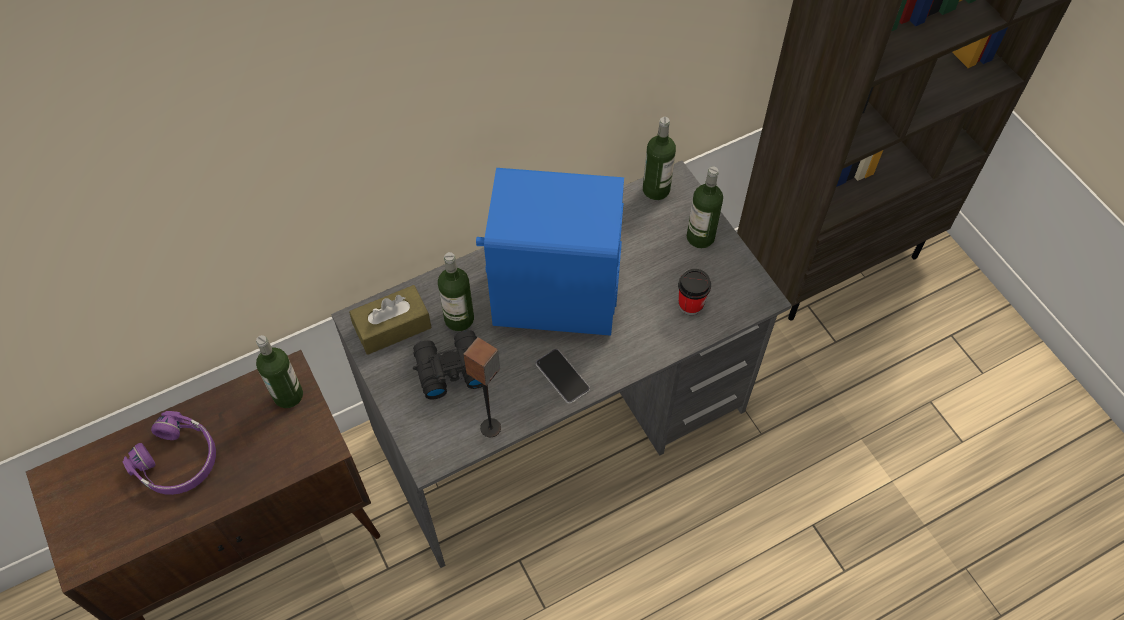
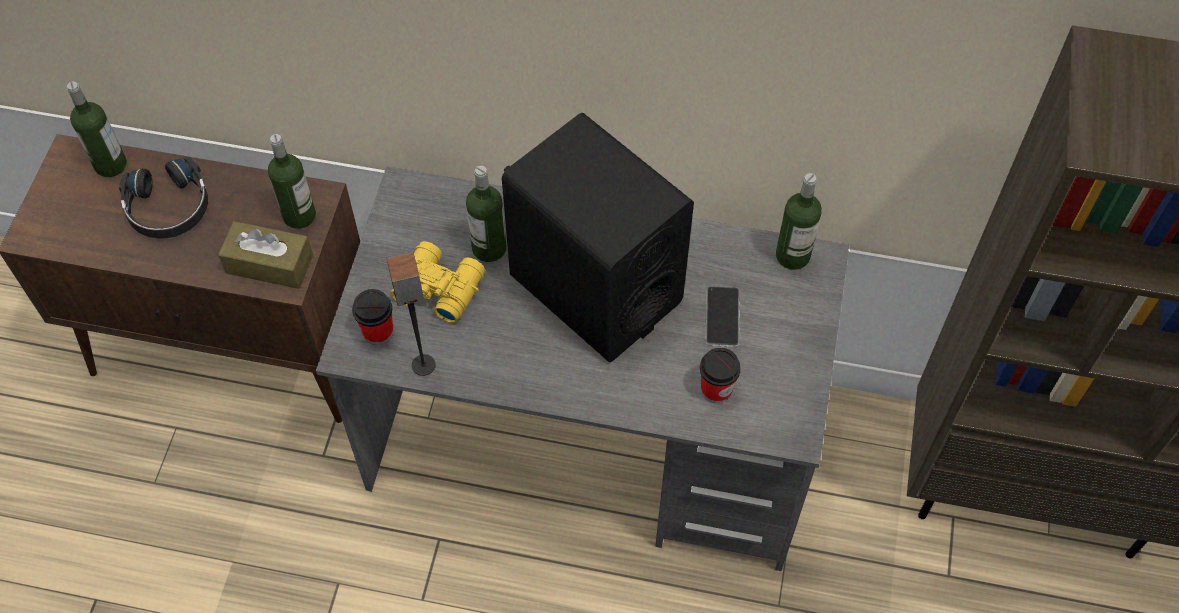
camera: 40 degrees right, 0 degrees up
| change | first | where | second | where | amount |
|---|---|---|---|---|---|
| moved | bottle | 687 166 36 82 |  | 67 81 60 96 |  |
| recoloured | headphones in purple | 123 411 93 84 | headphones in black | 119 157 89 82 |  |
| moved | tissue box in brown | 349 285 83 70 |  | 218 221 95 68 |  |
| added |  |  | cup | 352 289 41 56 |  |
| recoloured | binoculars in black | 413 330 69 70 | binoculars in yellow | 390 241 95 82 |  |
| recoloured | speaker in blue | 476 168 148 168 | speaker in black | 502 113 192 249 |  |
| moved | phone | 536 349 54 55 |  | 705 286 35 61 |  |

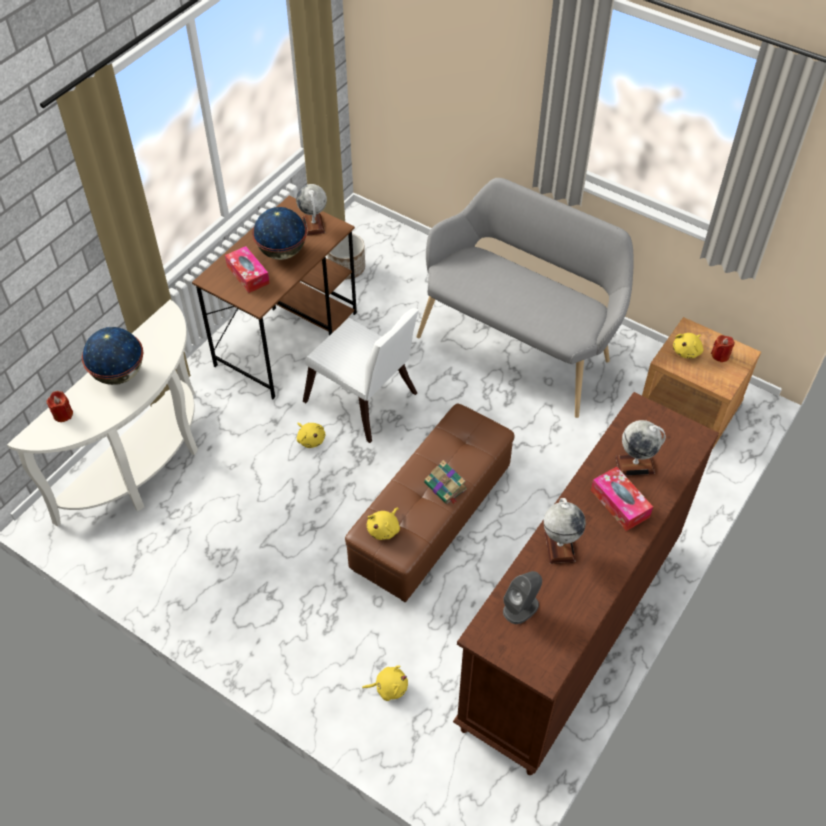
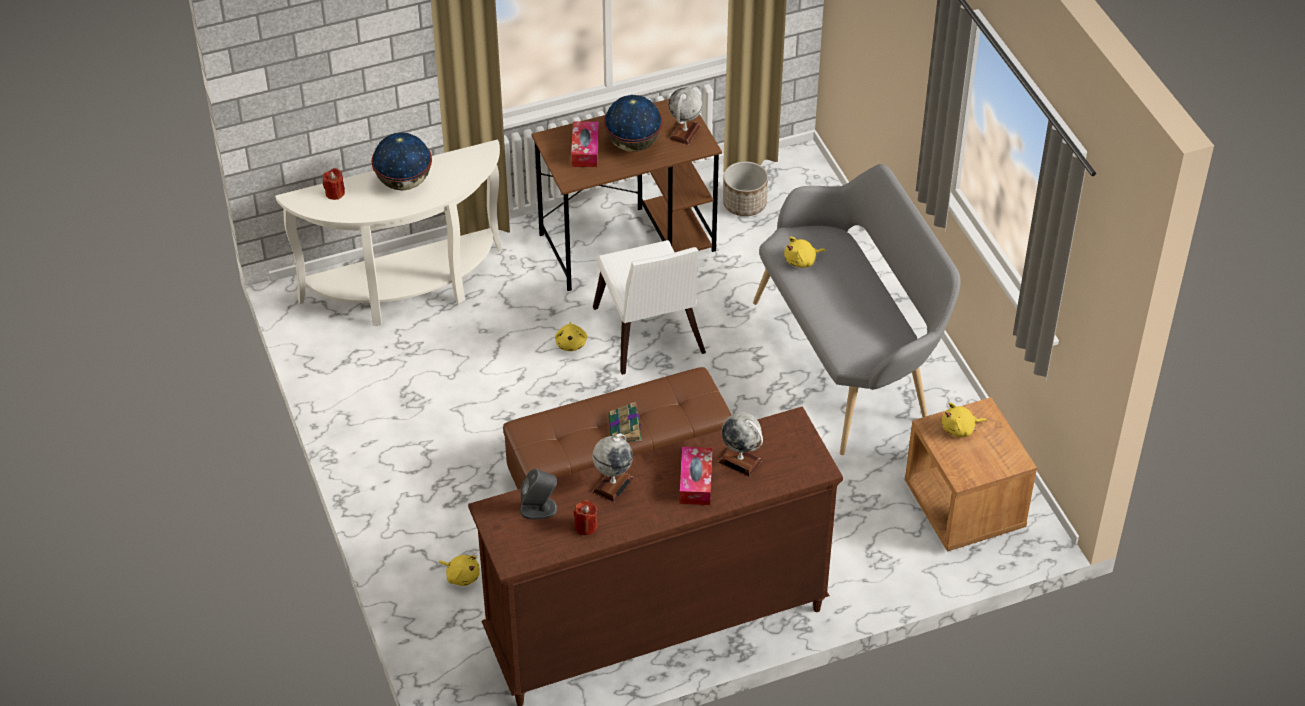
camera: 35 degrees right, 5 degrees down
| change | first | where | second | where | amount |
|---|---|---|---|---|---|
| moved | candle in red | 711 335 24 27 |  | 574 500 23 35 |  |
| moved | plush toy in yellow | 367 508 33 32 |  | 784 236 42 32 |  |

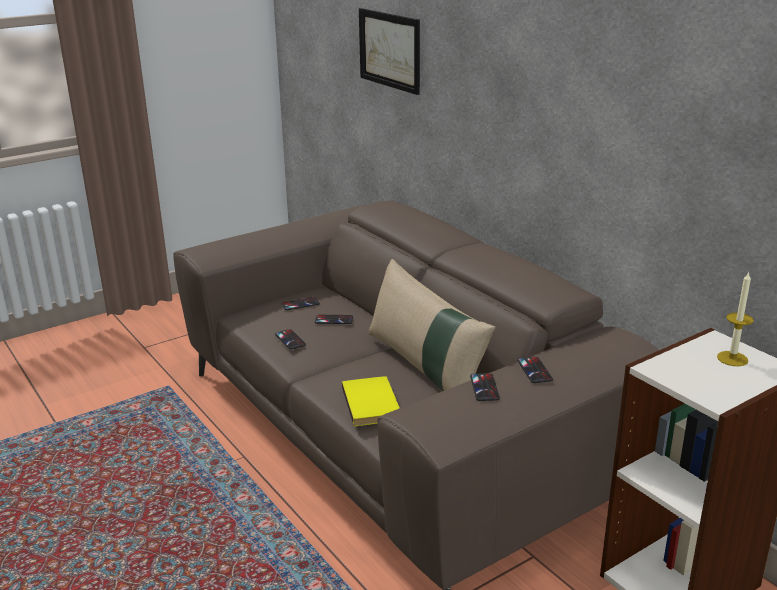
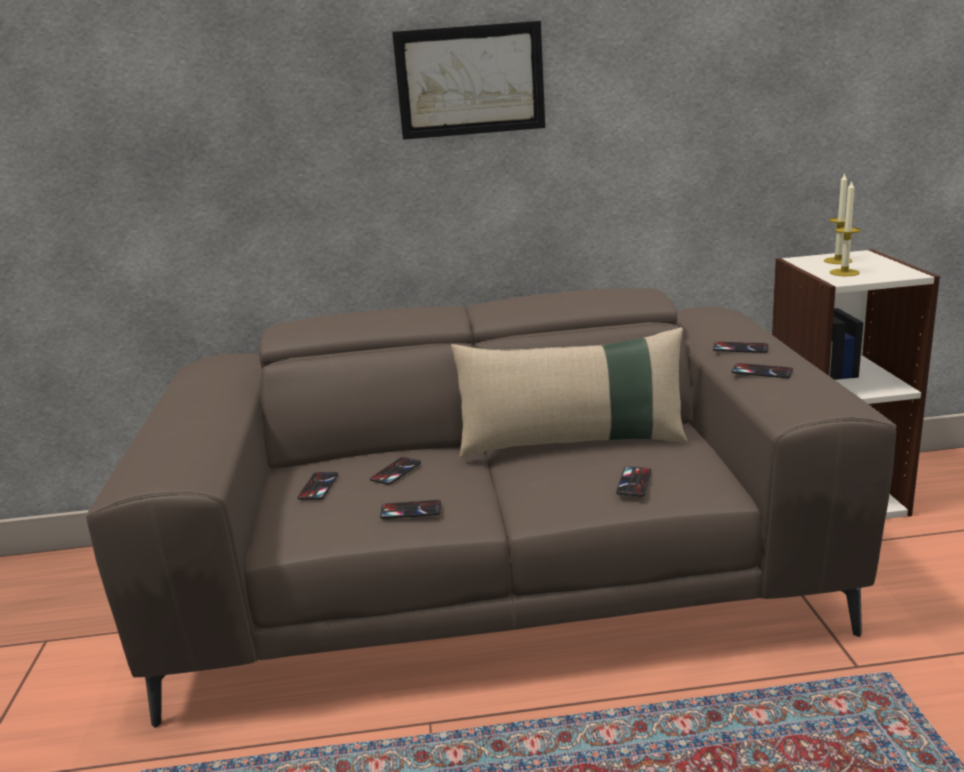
camera: 60 degrees left, 5 degrees down
| change | first | where | second | where | amount |
|---|---|---|---|---|---|
| moved | picture | 359 8 61 87 |  | 392 21 153 119 |  |
| replaced | book in yellow | 342 376 58 50 | phone | 616 467 35 29 |  |
| added |  |  | candle | 829 180 32 96 |  |

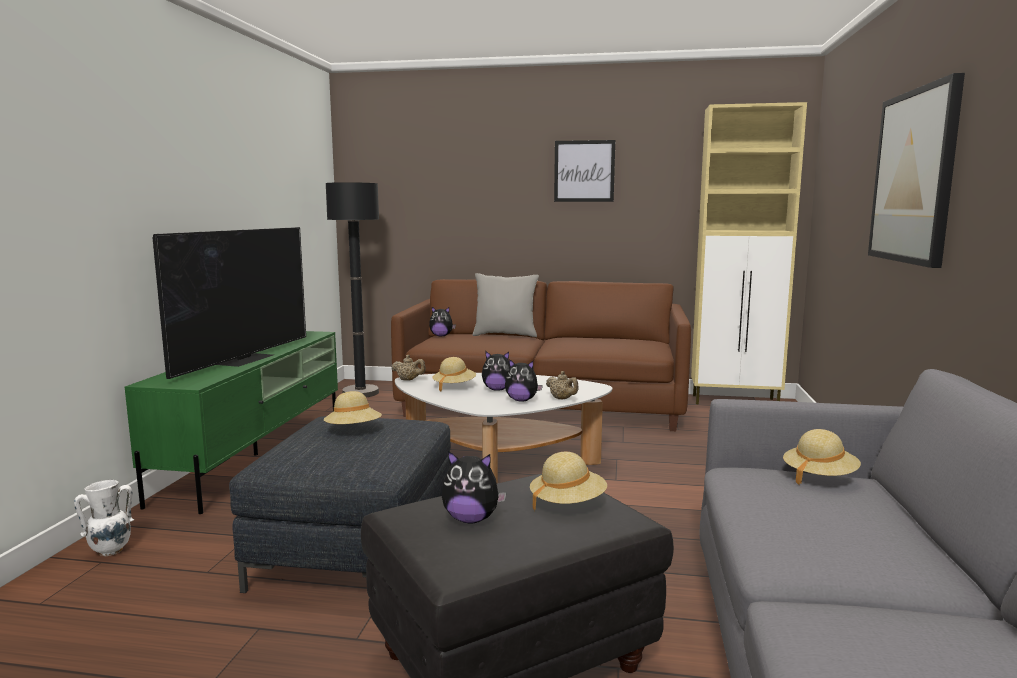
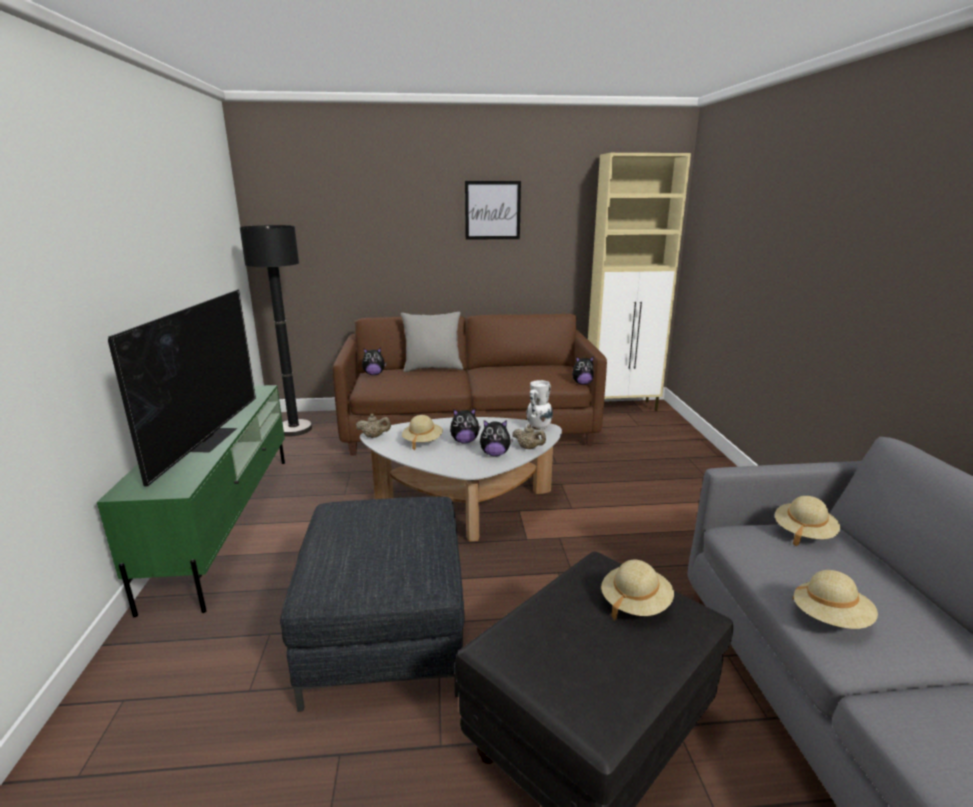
camera: 15 degrees left, 10 degrees up
| change | first | where | second | where | amount |
|---|---|---|---|---|---|
| moved | vase in white | 74 480 60 76 |  | 526 380 27 50 |  |
| moved | plush toy | 442 451 65 72 |  | 572 356 22 29 |  |
| moved | hat in beige | 324 391 58 33 |  | 792 570 86 59 |  |
| removed | picture | 868 73 97 195 |  |  |  |

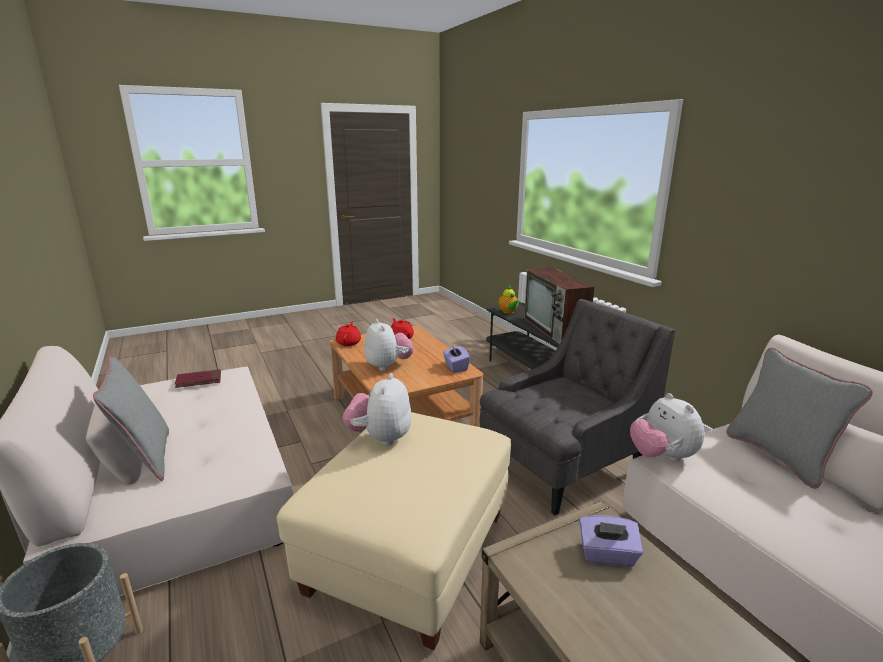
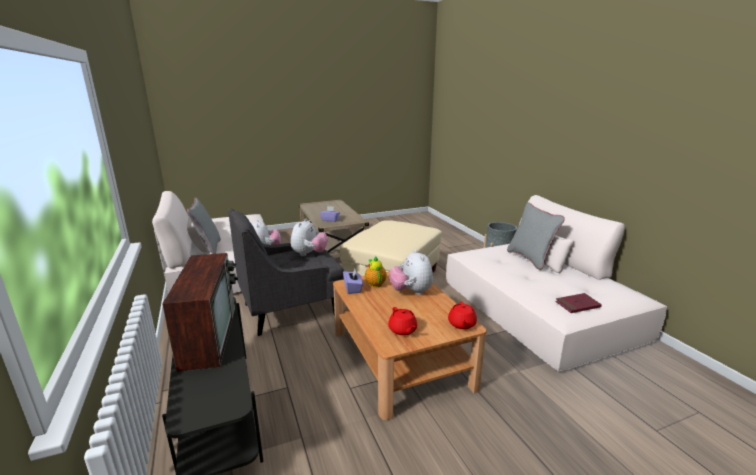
camera: 175 degrees left, 0 degrees up
| change | first | where | second | where | amount |
|---|---|---|---|---|---|
| moved | plush toy | 343 373 69 73 |  | 291 218 37 38 |  |
| moved | teapot | 499 285 21 29 |  | 365 256 22 31 |  |

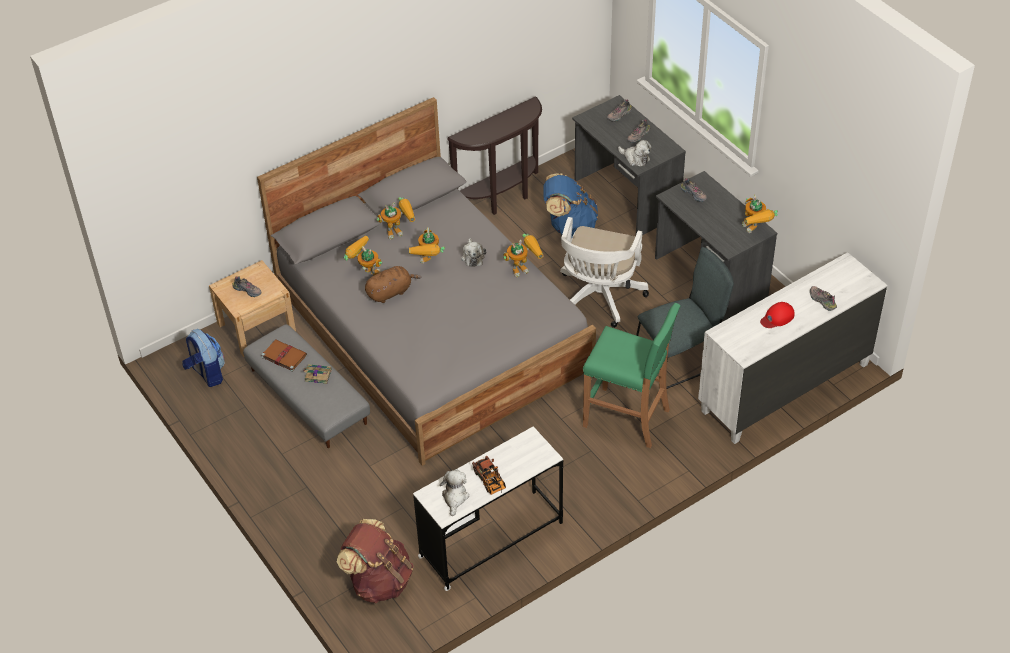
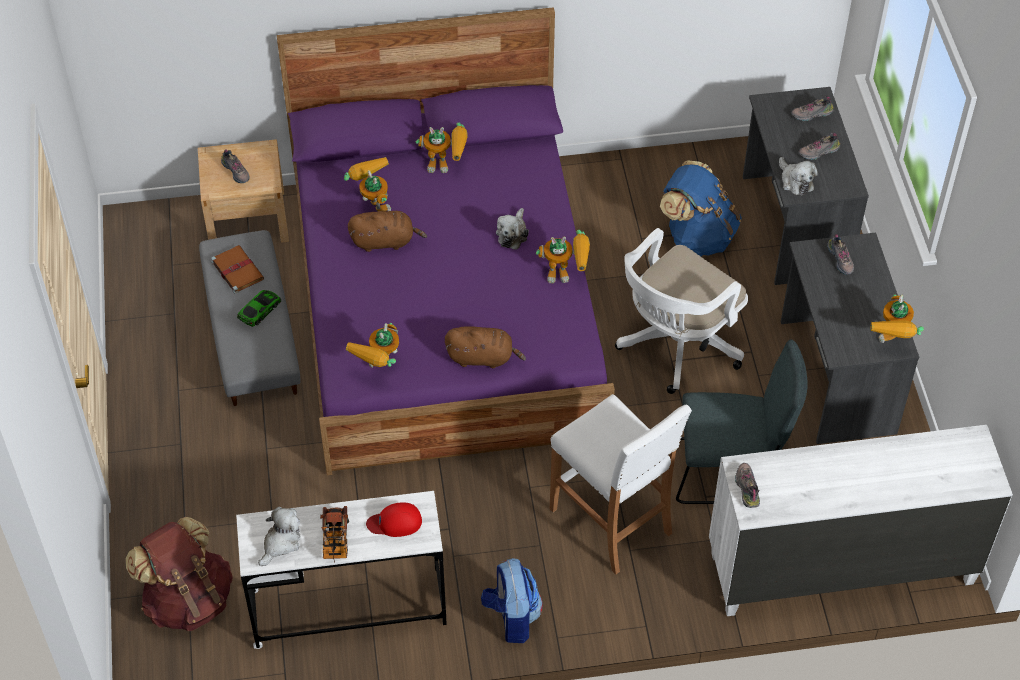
camera: 25 degrees right, 5 degrees up
| change | first | where | second | where | amount |
|---|---|---|---|---|---|
| replaced | book | 303 364 29 20 | toy car | 237 290 44 37 |  |
| recoloured | bed in grey | 257 97 339 369 | bed in purple | 277 7 338 468 |  |
| moved | toy robot | 409 227 36 37 |  | 346 323 53 45 |  |
| moved | cap in red | 760 302 35 26 |  | 366 502 56 35 |  |
| added |  |  | plush toy in brown | 445 326 81 42 |  |
| moved | backpack | 182 329 43 58 |  | 481 558 62 85 |  |
| recoloured | stool in green | 583 303 98 145 | stool in white | 550 394 142 180 |  |
| moved | shoe | 810 286 27 25 |  | 735 463 25 45 |  |
| removed | console table in brown | 447 96 95 119 |  |  |  |

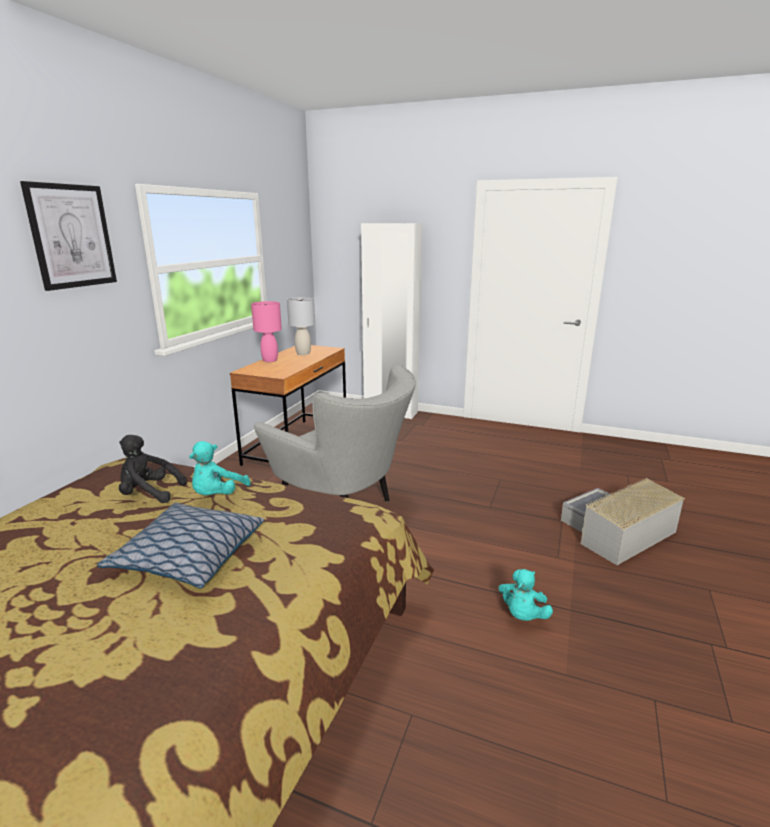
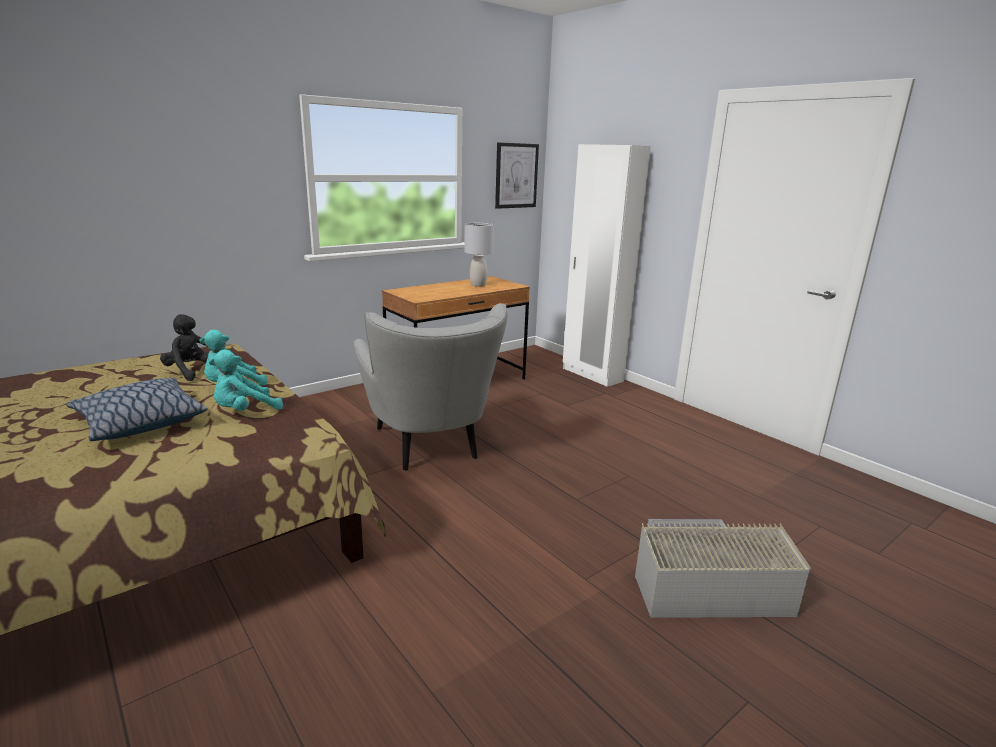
camera: 30 degrees right, 0 degrees up
| change | first | where | second | where | amount |
|---|---|---|---|---|---|
| moved | plush toy in turquoise | 499 569 54 52 |  | 209 350 74 61 |  |
| moved | picture | 20 181 97 110 |  | 495 142 44 67 |  |
| removed | table lamp in pink | 251 301 31 61 |  |  |  |

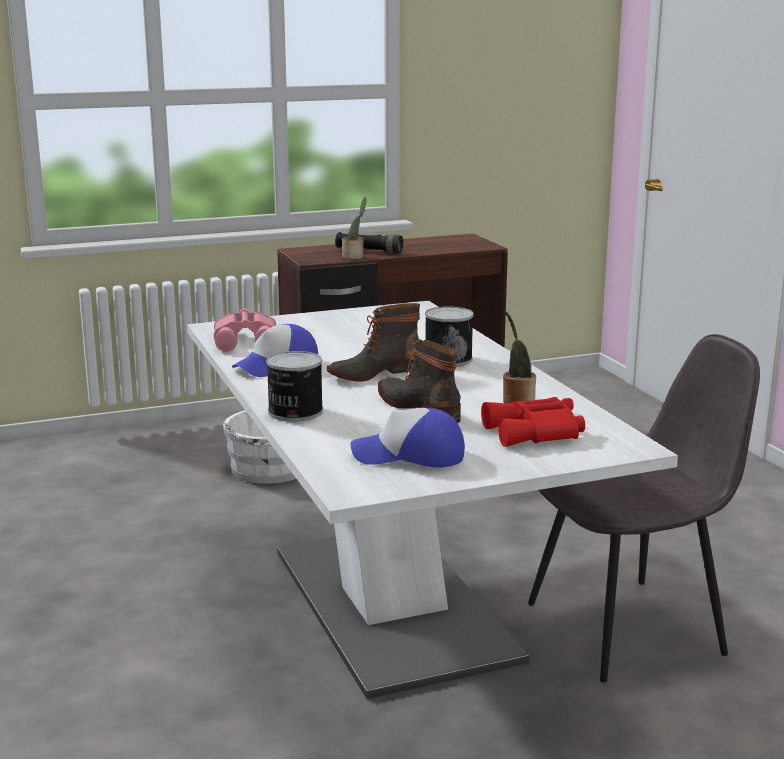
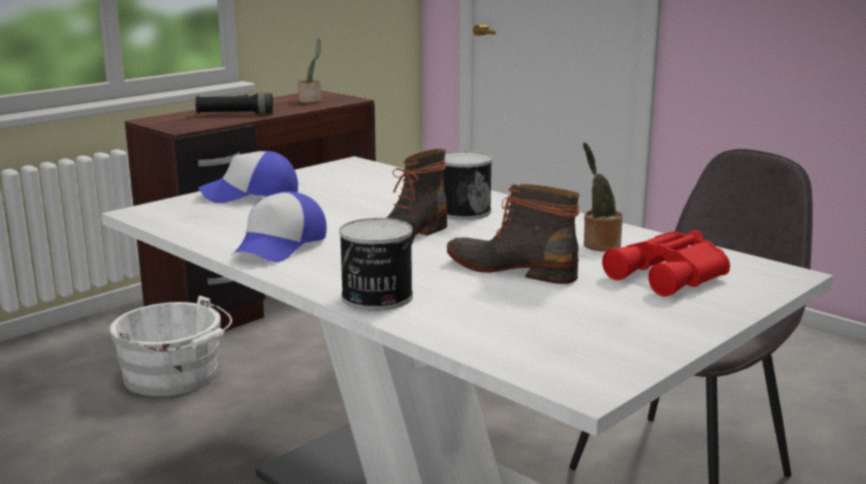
camera: 25 degrees left, 0 degrees up
| change | first | where | second | where | amount |
|---|---|---|---|---|---|
| moved | cap | 350 407 115 61 |  | 198 151 100 52 |  |
| moved | potted plant | 342 196 25 63 |  | 298 37 23 66 |  |
| removed | binoculars in pink | 214 308 62 44 |  |  |  |

